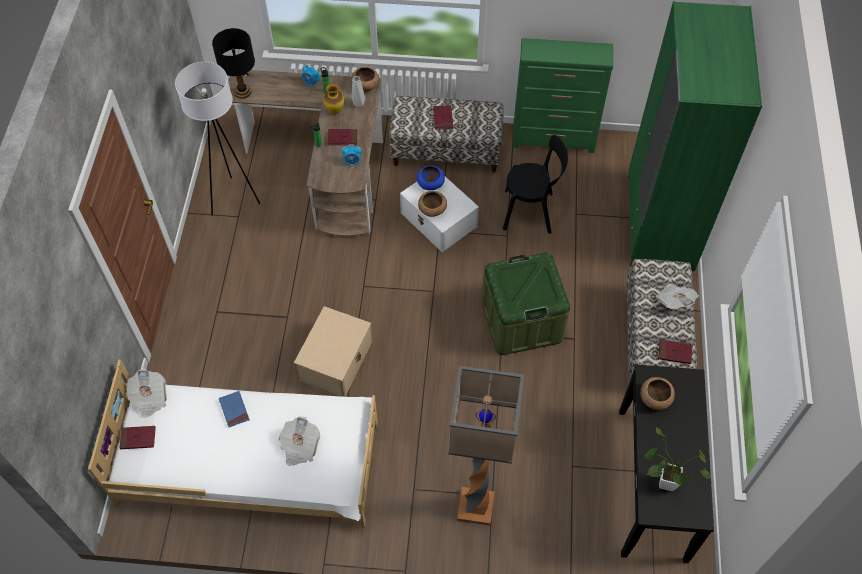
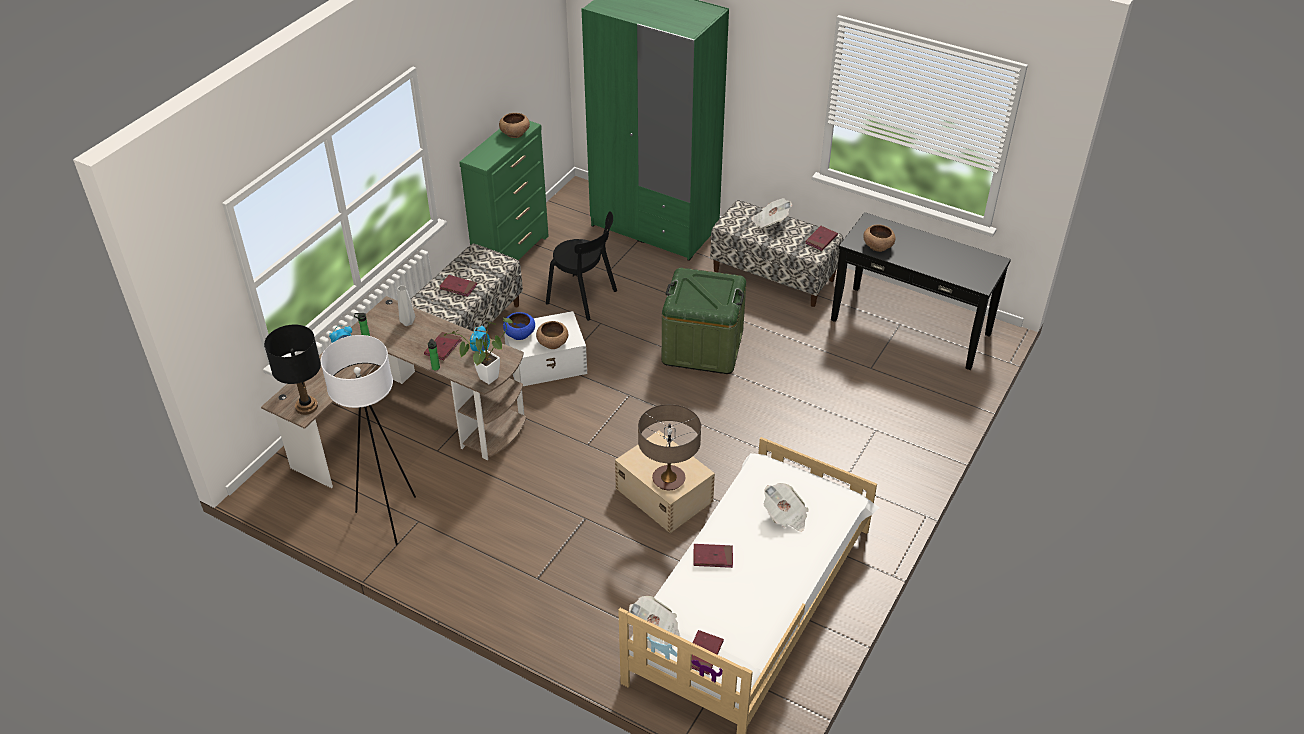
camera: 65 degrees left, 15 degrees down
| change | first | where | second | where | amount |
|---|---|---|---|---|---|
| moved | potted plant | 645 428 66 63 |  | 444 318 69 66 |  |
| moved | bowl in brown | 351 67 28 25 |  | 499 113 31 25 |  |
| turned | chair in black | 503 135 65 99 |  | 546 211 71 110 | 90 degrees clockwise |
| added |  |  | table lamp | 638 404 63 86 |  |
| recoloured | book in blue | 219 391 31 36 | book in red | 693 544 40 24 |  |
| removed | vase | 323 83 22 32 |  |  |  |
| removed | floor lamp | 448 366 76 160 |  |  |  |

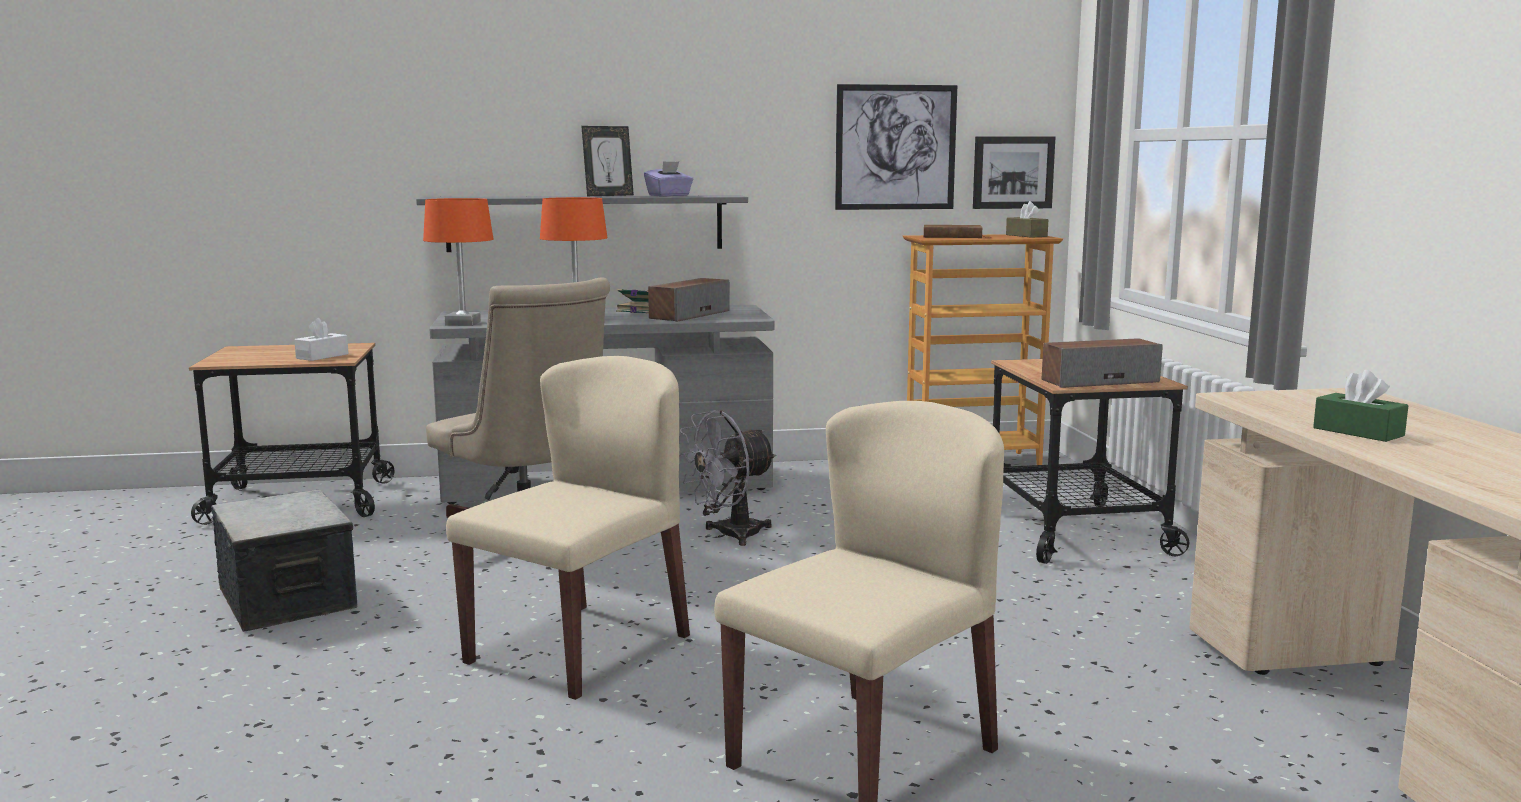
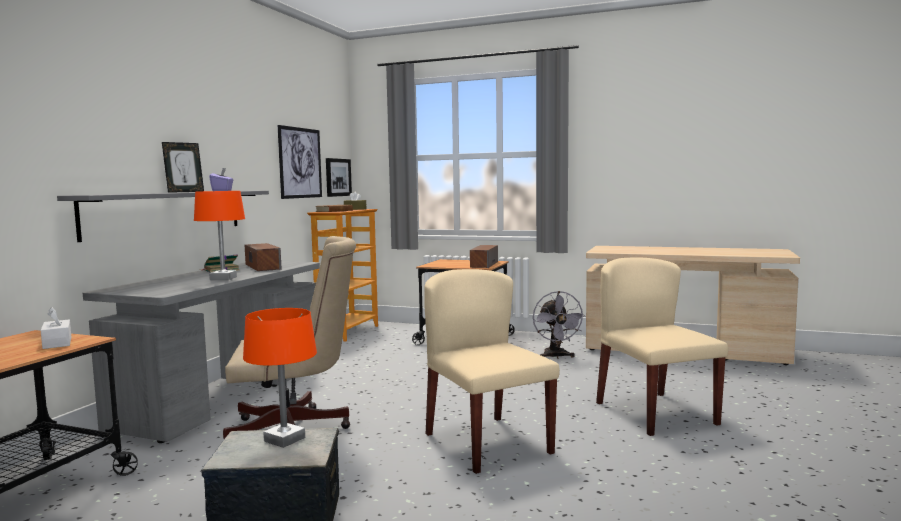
camera: 60 degrees left, 5 degrees down
| change | first | where | second | where | amount |
|---|---|---|---|---|---|
| turned | picture frame | 581 126 53 70 |  | 162 142 42 51 | 45 degrees clockwise |
| moved | table lamp in orange | 423 198 70 128 |  | 243 308 74 140 |  |
| moved | fan in grey | 679 410 97 136 |  | 533 291 52 67 |  |
| removed | tissue box in green | 1313 370 95 72 |  |  |  |

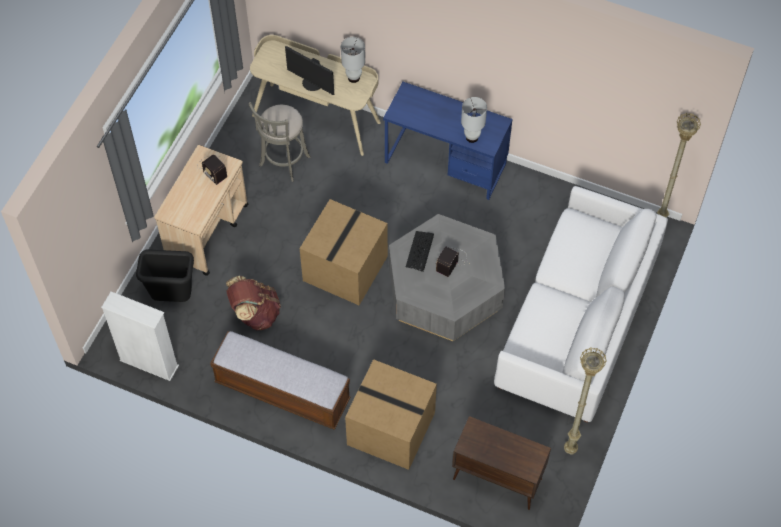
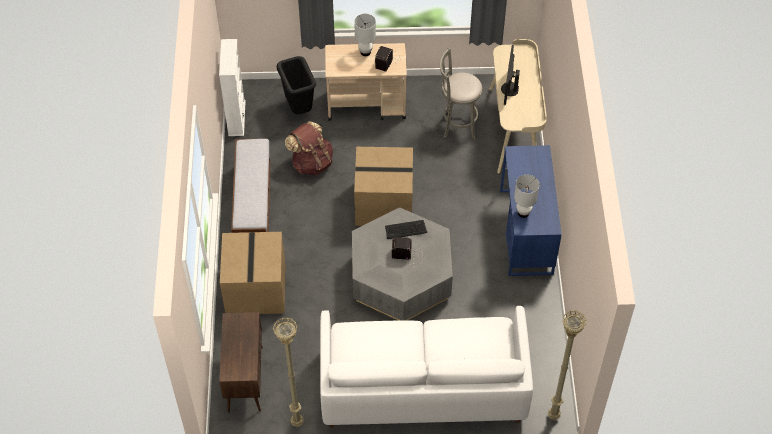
camera: 65 degrees right, 5 degrees down
| change | first | where | second | where | amount |
|---|---|---|---|---|---|
| moved | table lamp in white | 341 37 24 46 |  | 354 14 22 42 |  |

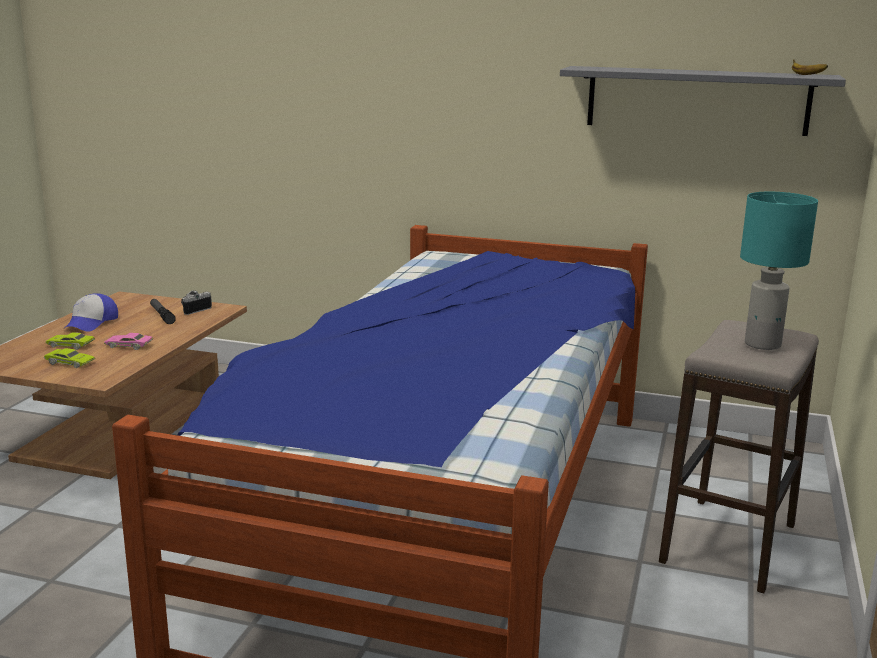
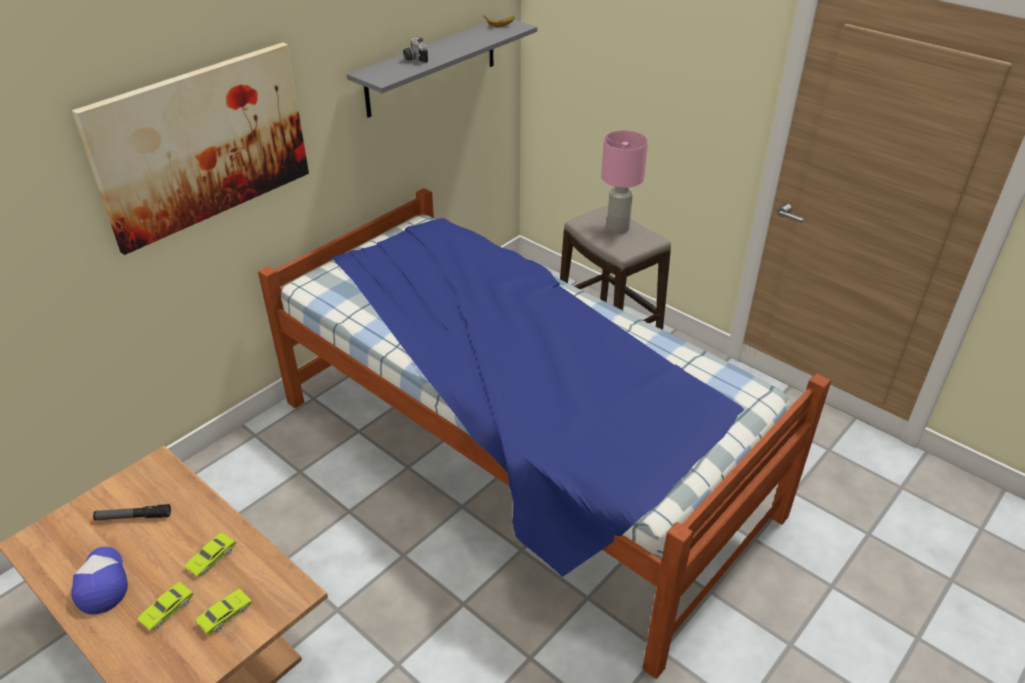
camera: 65 degrees left, 20 degrees up
| change | first | where | second | where | amount |
|---|---|---|---|---|---|
| turned | cap | 66 293 52 39 |  | 71 547 57 67 | 150 degrees counterclockwise |
| added |  |  | picture | 72 42 237 213 |  |
| recoloured | toy car in pink | 104 333 49 17 | toy car in green | 184 533 52 44 |  |
| moved | photo camera | 181 290 31 25 |  | 403 38 25 26 |  |
| recoloured | table lamp in turquoise | 740 192 78 158 | table lamp in pink | 601 130 47 103 |  |

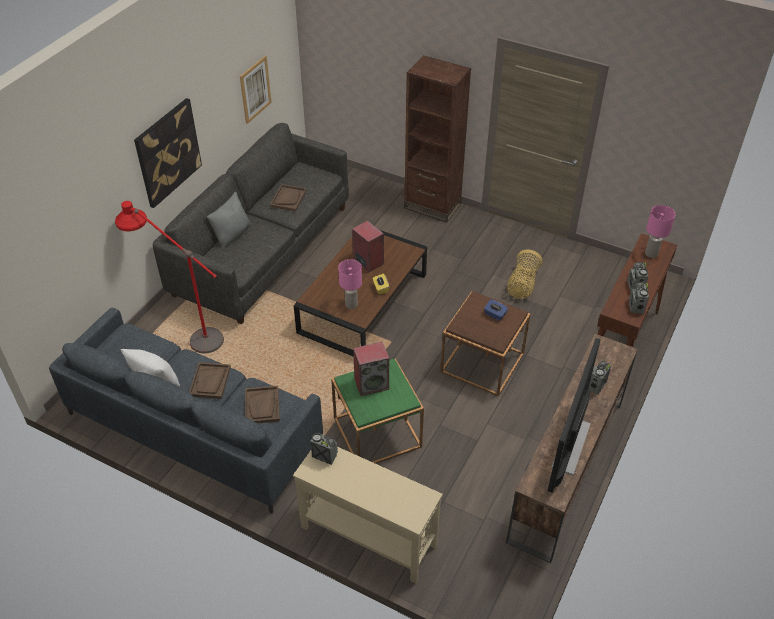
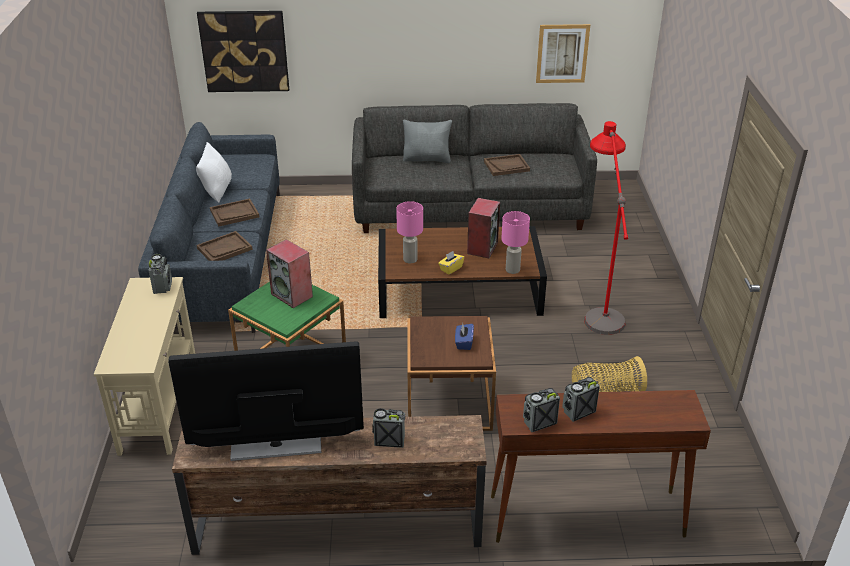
camera: 60 degrees right, 10 degrees down
| change | first | where | second | where | amount |
|---|---|---|---|---|---|
| moved | picture | 134 98 68 110 |  | 197 11 92 81 |  |
| moved | table lamp in pink | 645 205 31 53 |  | 501 211 29 63 |  |
| moved | floor lamp in red | 115 201 109 152 |  | 584 121 44 214 |  |
| removed | bookcase in brown | 404 55 67 168 |  |  |  |

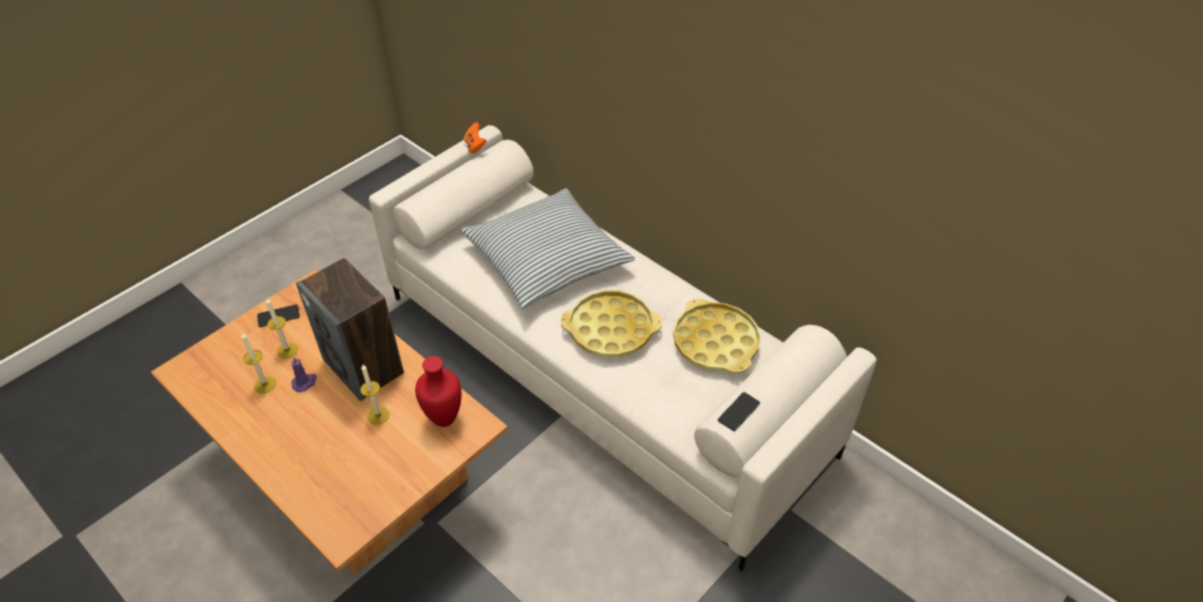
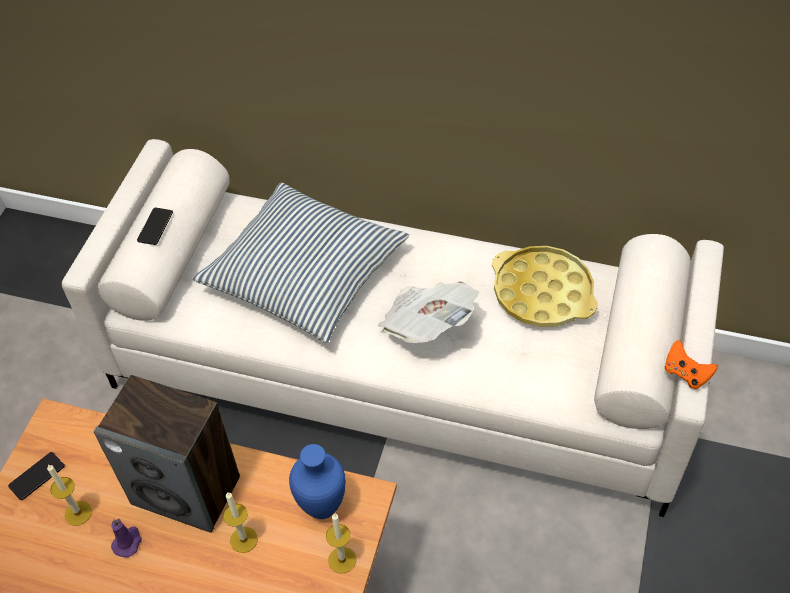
camera: 25 degrees left, 5 degrees up
| change | first | where | second | where | amount |
|---|---|---|---|---|---|
| moved | phone | 718 392 42 39 |  | 137 207 36 38 |  |
| recoloured | vase in red | 415 356 47 71 | vase in blue | 289 444 57 75 |  |
| moved | candle | 241 333 35 60 |  | 326 513 30 60 |  |
| replaced | tray in yellow | 561 290 101 68 | newspaper | 378 282 102 61 |  |
| moved | game controller in orange | 464 122 22 31 |  | 664 340 54 49 |  |

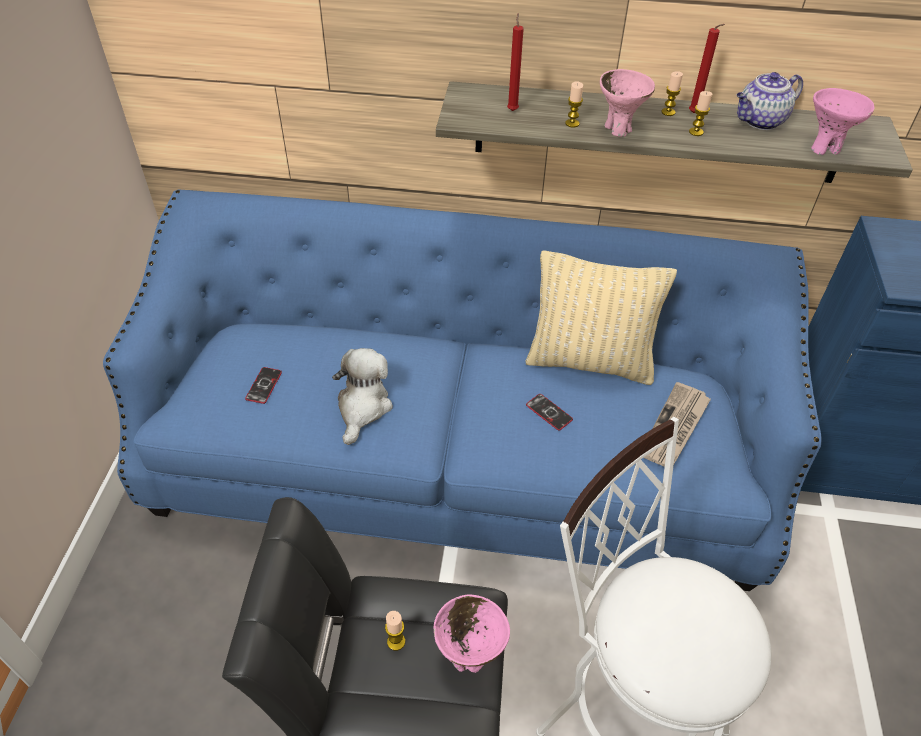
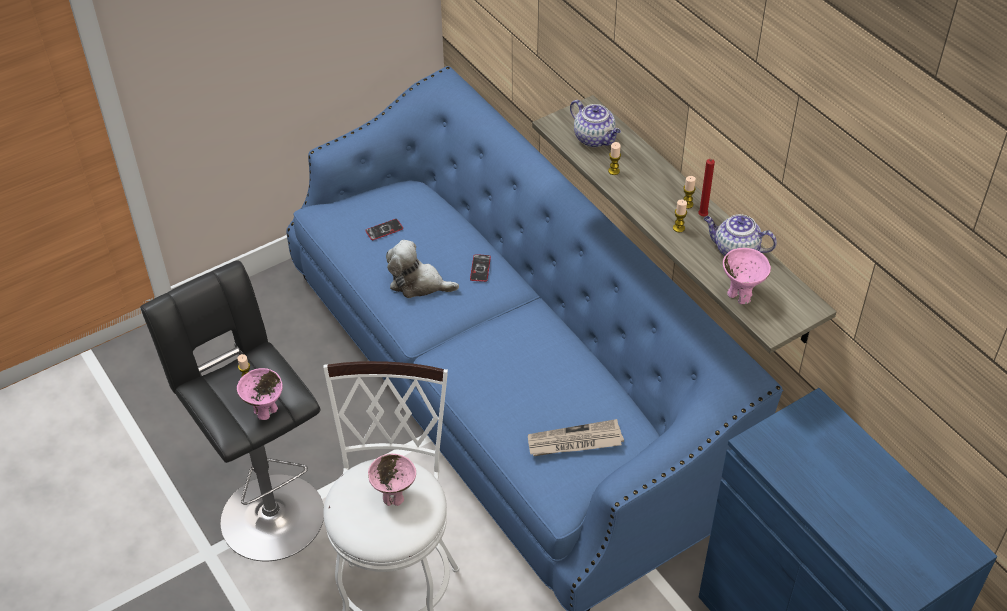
camera: 50 degrees right, 0 degrees up
| change | first | where | second | where | amount |
|---|---|---|---|---|---|
| moved | bowl in pink | 600 69 55 68 |  | 368 454 48 52 |  |
| turned | plush toy | 332 348 61 97 |  | 386 240 73 58 | 135 degrees counterclockwise |
| moved | phone | 526 394 47 36 |  | 470 254 21 28 |  |
| replaced | candle in red | 507 13 17 98 | teapot | 570 100 51 47 |  |
| removed | pillow in beige | 525 250 152 135 |  |  |  |

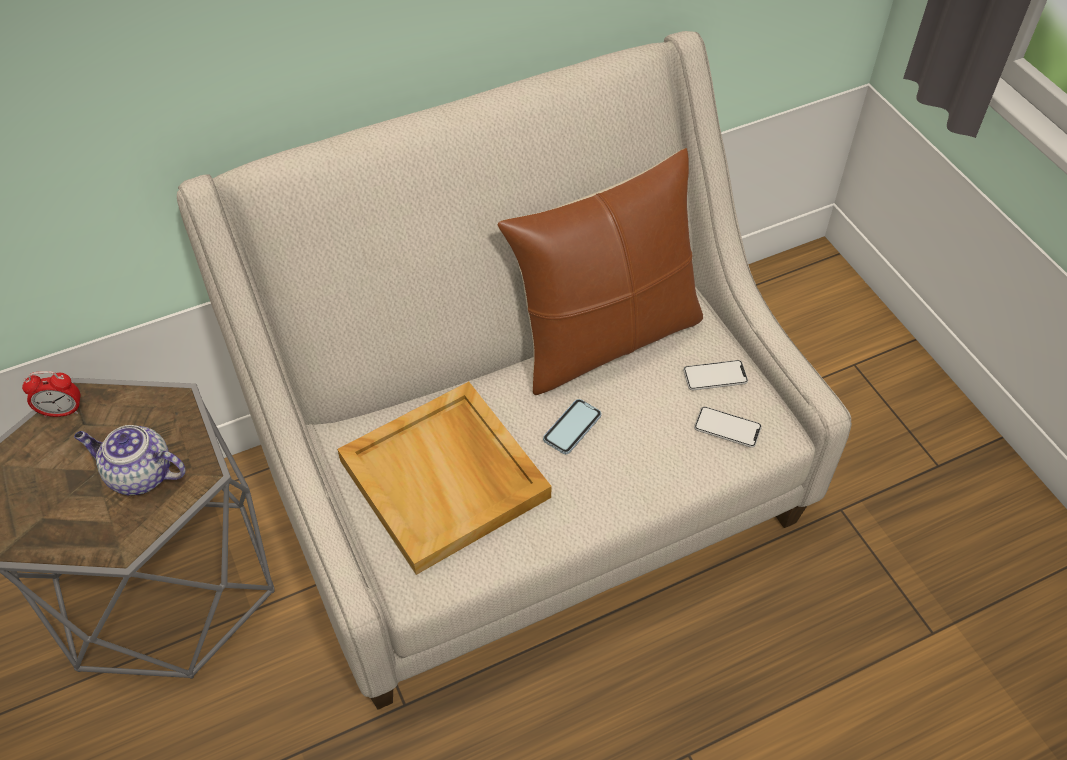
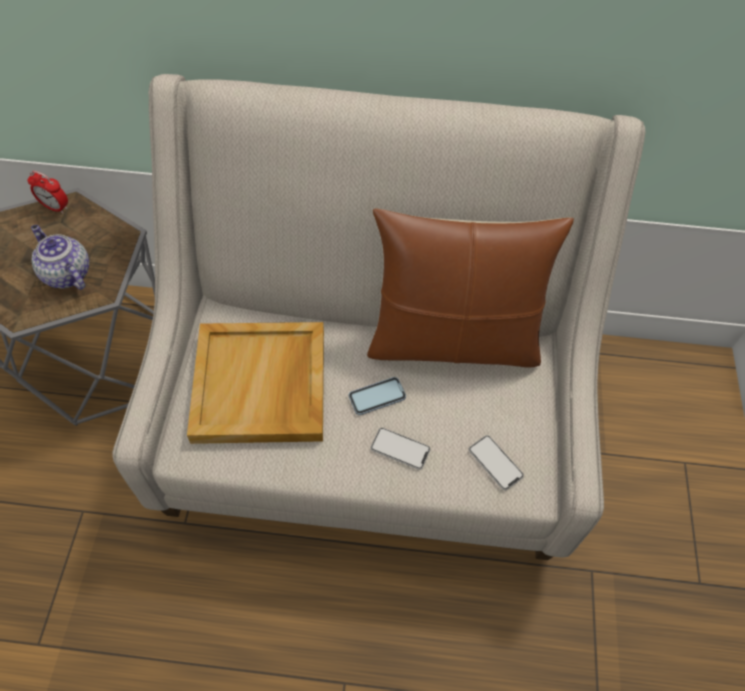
camera: 30 degrees right, 5 degrees up
| change | first | where | second | where | amount |
|---|---|---|---|---|---|
| moved | phone | 683 360 65 30 |  | 371 428 59 42 |  |

